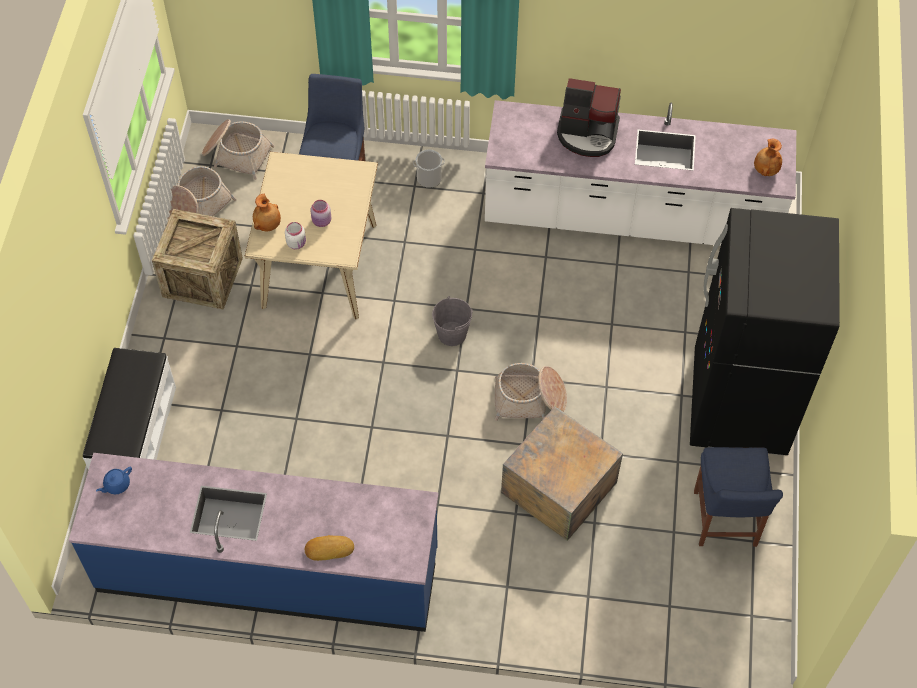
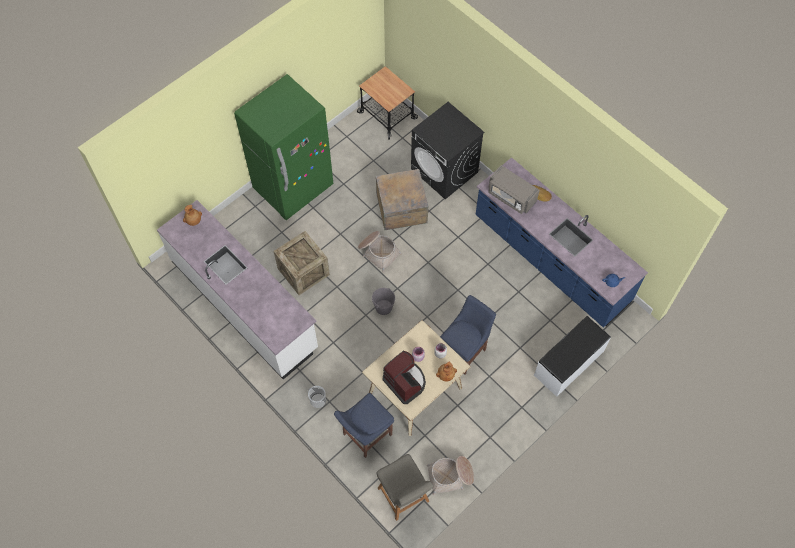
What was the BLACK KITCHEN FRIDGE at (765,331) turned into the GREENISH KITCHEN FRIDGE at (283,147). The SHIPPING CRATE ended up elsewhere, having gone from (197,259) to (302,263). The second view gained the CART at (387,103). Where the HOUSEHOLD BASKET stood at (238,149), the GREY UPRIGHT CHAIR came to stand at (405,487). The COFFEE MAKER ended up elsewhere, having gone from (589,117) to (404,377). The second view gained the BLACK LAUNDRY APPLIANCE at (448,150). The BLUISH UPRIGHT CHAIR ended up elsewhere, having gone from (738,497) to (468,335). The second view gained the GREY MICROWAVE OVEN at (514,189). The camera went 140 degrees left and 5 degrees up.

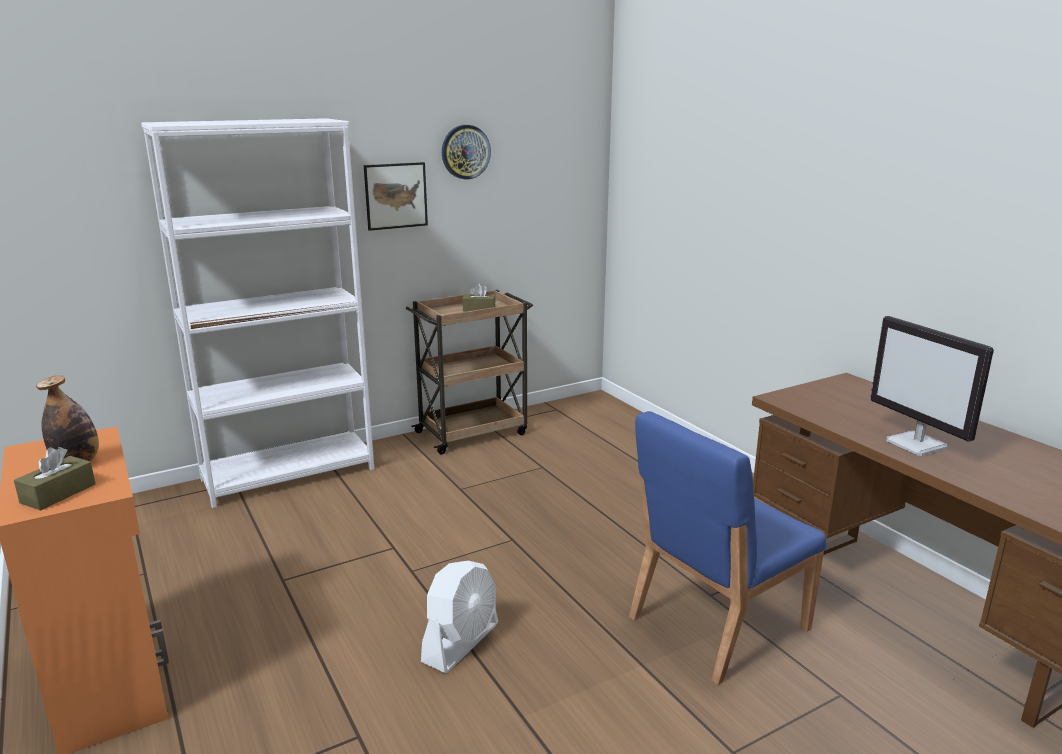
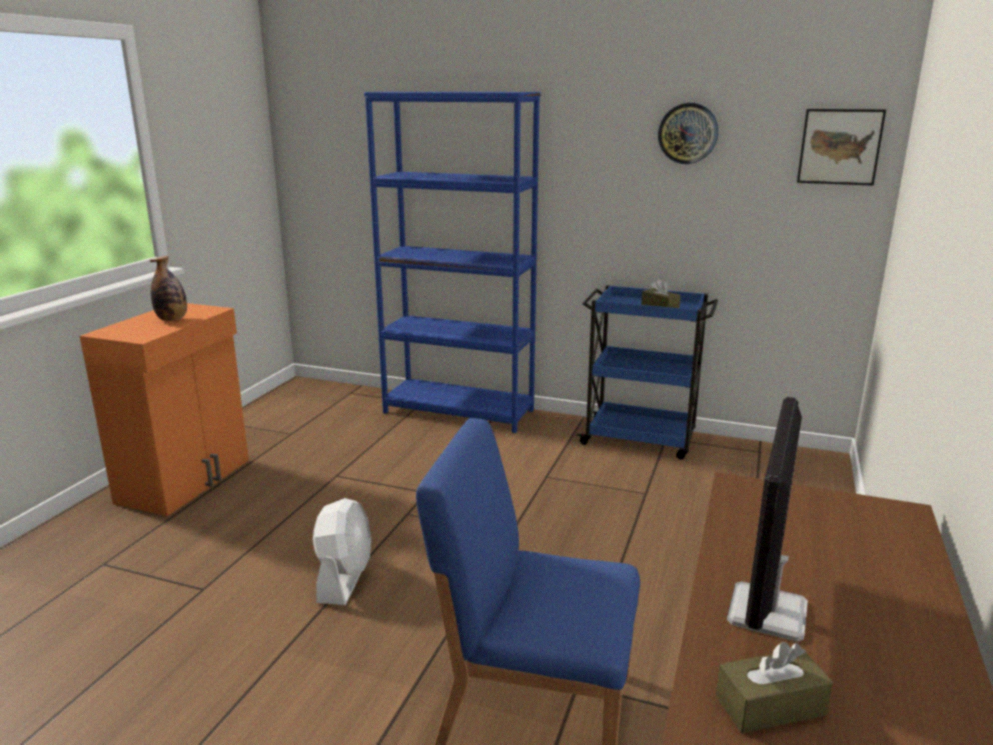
The WHITE-COLOURED COOLING FAN at (459,617) ended up facing another way, 75 degrees counterclockwise from before. What was the WHITE-COLOURED SHELVING UNIT at (257,313) turned into the BLUISH SHELVING UNIT at (452,262). What was the BROWNISH CART at (469,372) turned into the BLUISH CART at (647,372). The BROWNISH BOX OF TISSUES ended up elsewhere, having gone from (55,479) to (774,688). The WALL PICTURE ended up elsewhere, having gone from (396,196) to (841,147). The camera went 50 degrees right and 0 degrees up.

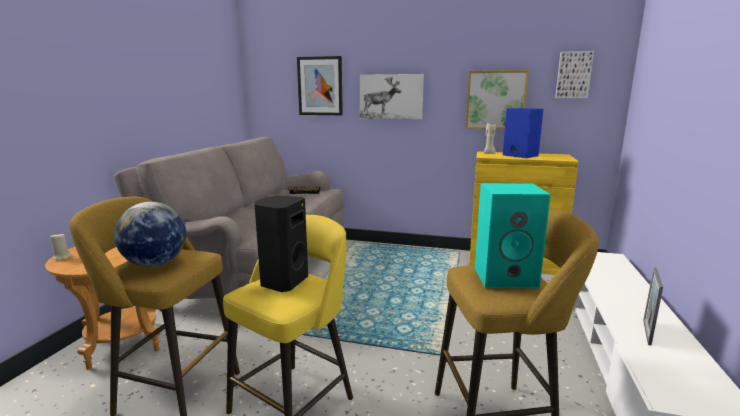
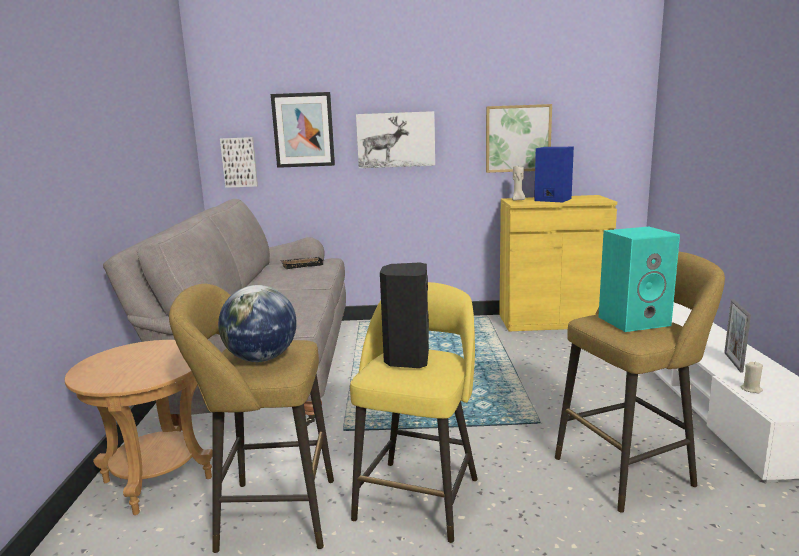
The WALL PICTURE ended up elsewhere, having gone from (574,74) to (239,162). The BEIGE-COLOURED CANDLE ended up elsewhere, having gone from (60,246) to (752,377). The camera went 15 degrees left and 0 degrees up.

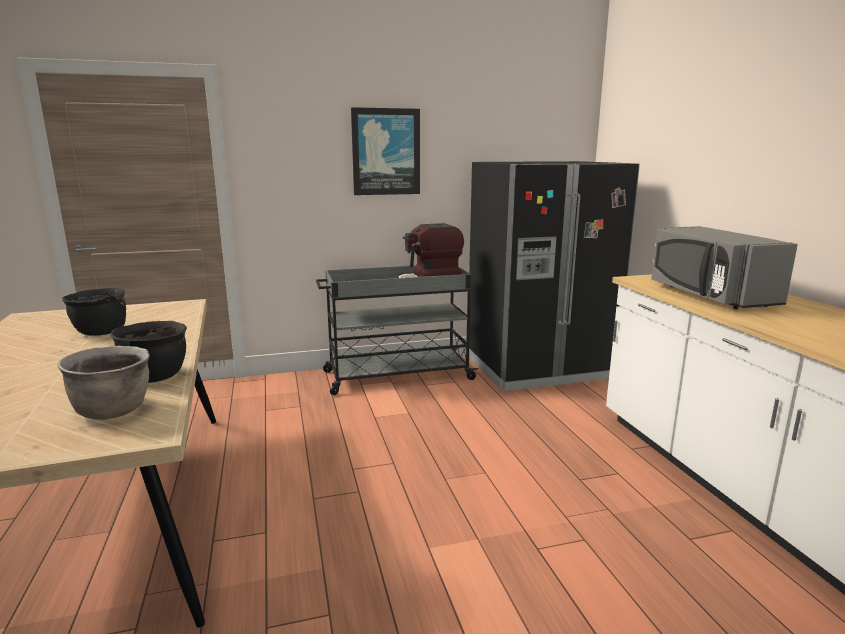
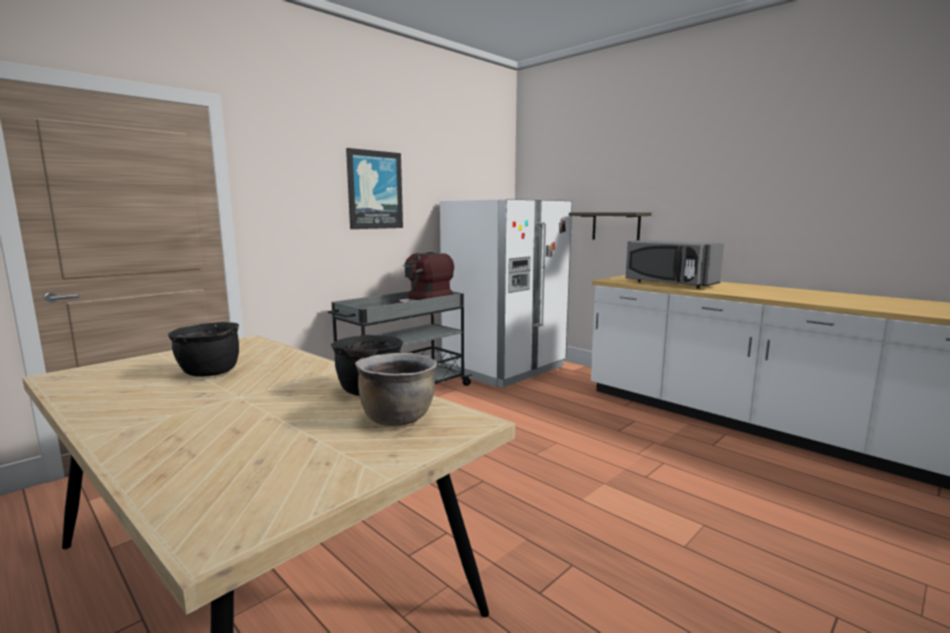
What was the BLACK KITCHEN FRIDGE at (554,276) turned into the WHITE-COLOURED KITCHEN FRIDGE at (506,293). The second view gained the BRACKET SHELF at (610,226). The camera went 30 degrees left and 5 degrees down.

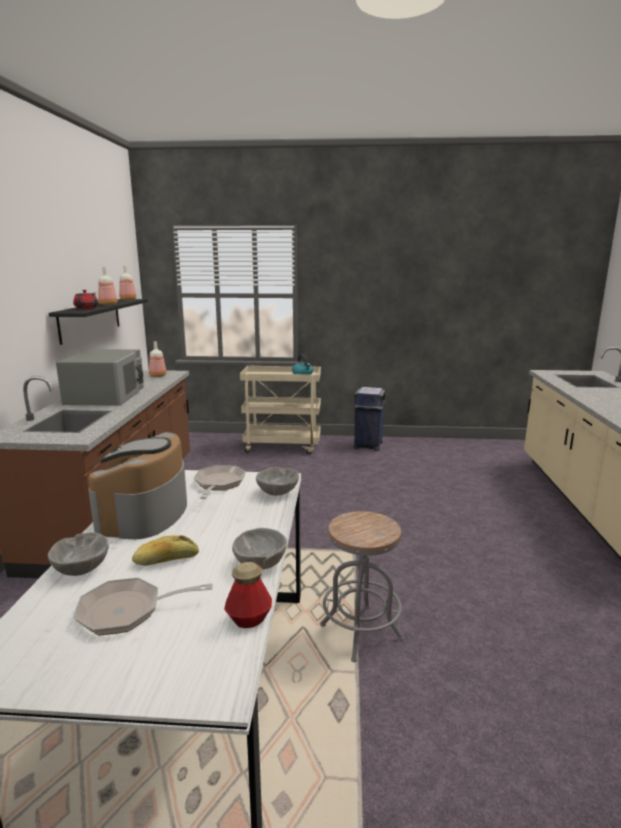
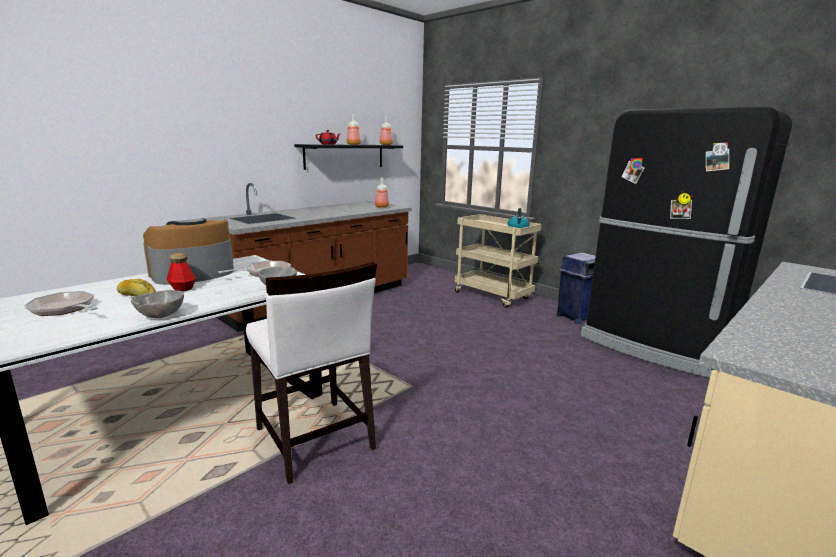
The DRINK BOTTLE ended up elsewhere, having gone from (248,595) to (181,272). Where the GREY STOOL SEAT stood at (362,586), the WHITE-COLOURED UPRIGHT CHAIR came to stand at (311,373). The second view gained the BLACK KITCHEN FRIDGE at (686,242). The second view lost the GREY BOWL at (78,554). The second view lost the GREY MICROWAVE OVEN at (100,377). The camera went 40 degrees right and 0 degrees up.

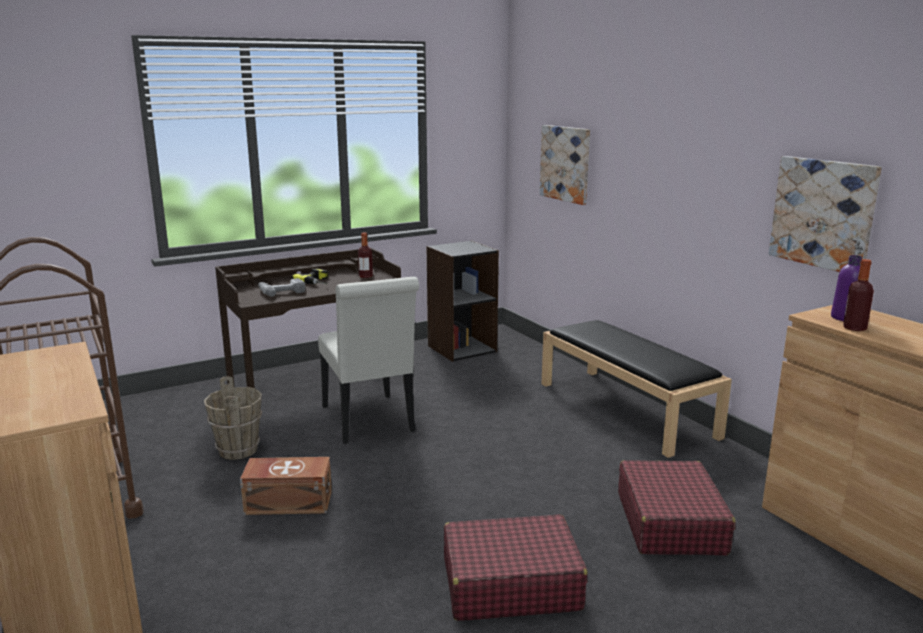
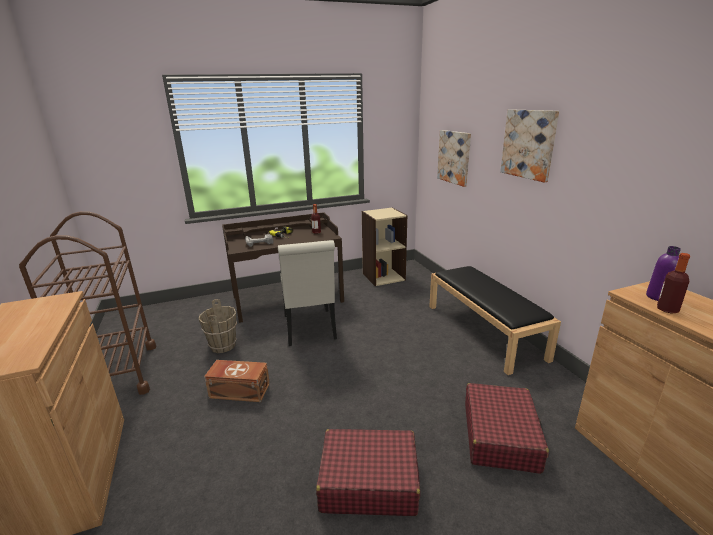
What was the BLACK SHELVING UNIT at (463,301) turned into the BEIGE-COLOURED SHELVING UNIT at (384,246). The WALL PICTURE ended up elsewhere, having gone from (825,214) to (529,145). The camera went 10 degrees right and 5 degrees up.

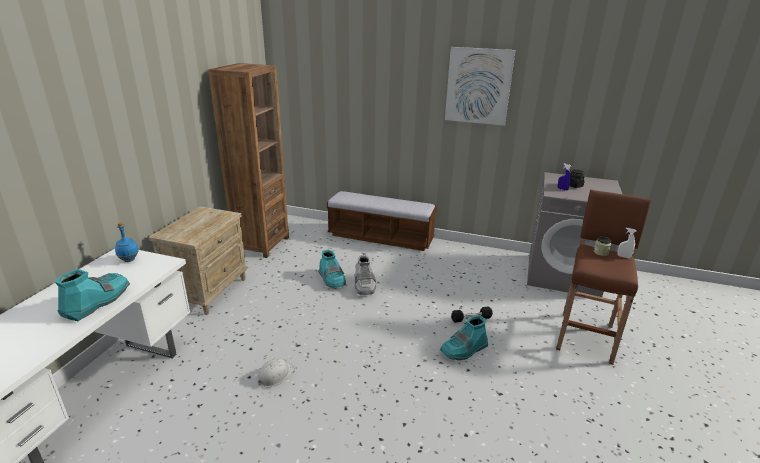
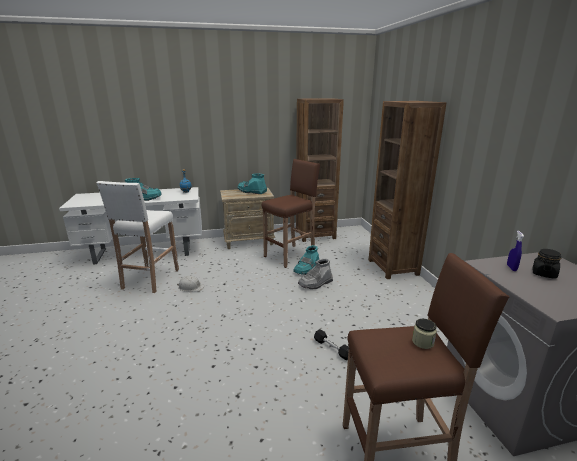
The second view gained the WHITE-COLOURED STOOL SEAT at (137,237). The TURQUOISE-COLOURED TALL BOOT ended up elsewhere, having gone from (464,337) to (252,183). The second view gained the BROWNISH STOOL SEAT at (291,213). Where the BENCH stood at (382,221), the BROWNISH SHELVING UNIT came to stand at (407,190). The second view lost the WALL PICTURE at (480,86). The second view lost the WHITE-COLOURED HAND SPRAYER at (626,243). The camera went 60 degrees right and 5 degrees down.

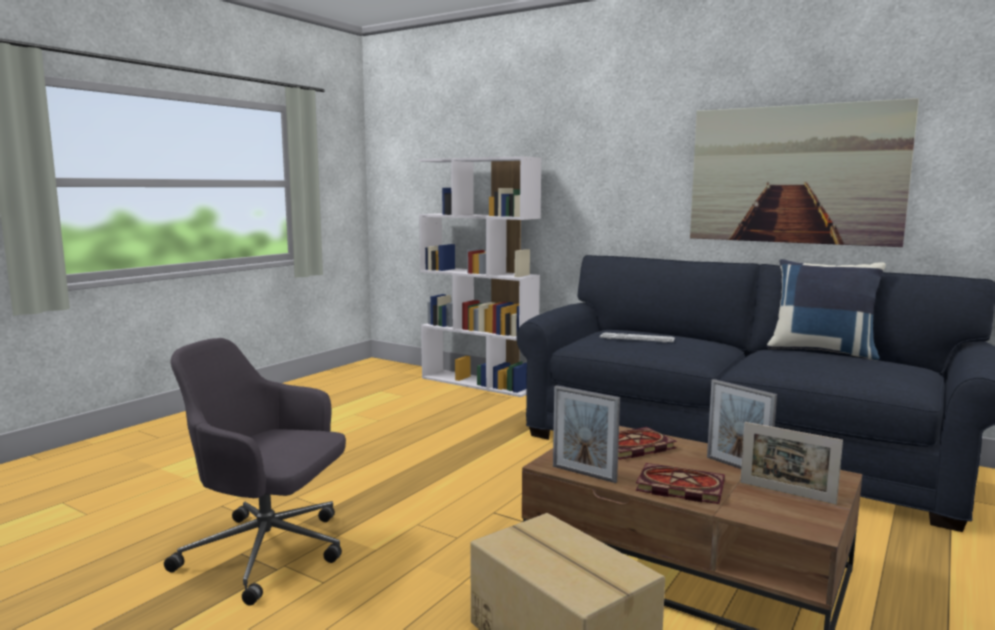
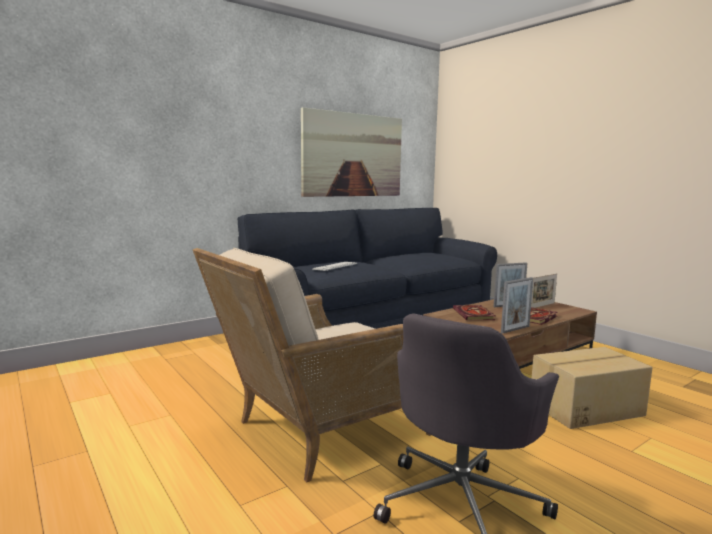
The second view gained the BEIGE-COLOURED ARMCHAIR at (312,365). The second view lost the WHITE-COLOURED SHELVING UNIT at (480,276). The second view lost the BLUISH THROW PILLOW at (826,309). The camera went 70 degrees left and 0 degrees up.

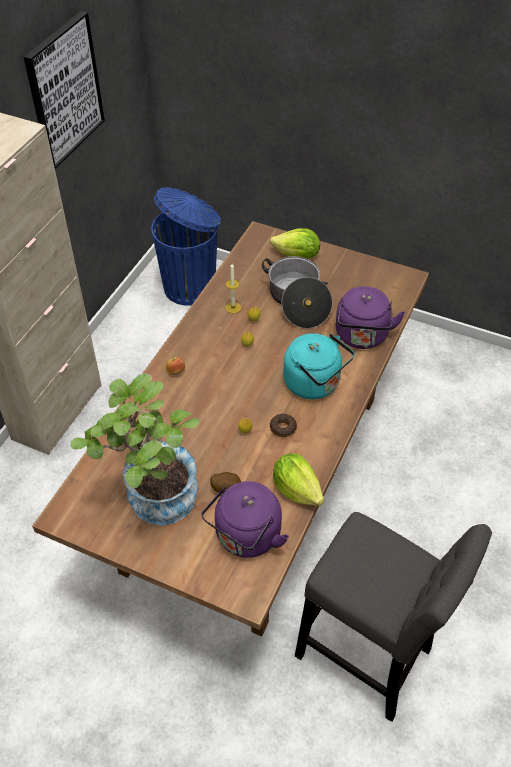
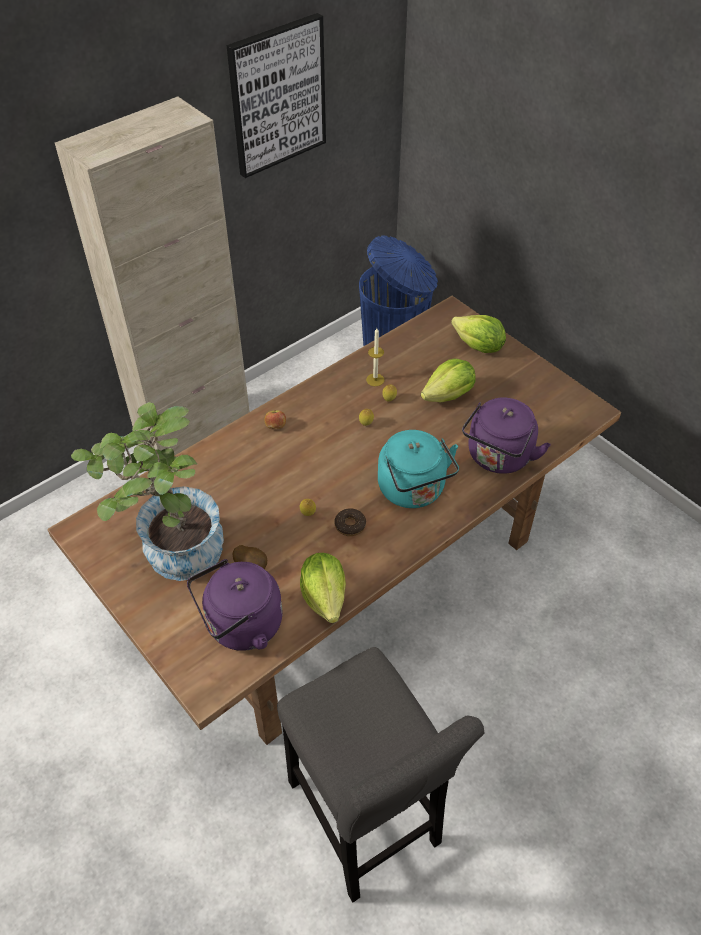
Where the STOCKPOT stood at (297,292), the HEAD OF LETTUCE came to stand at (448,381). The camera went 25 degrees right and 0 degrees up.

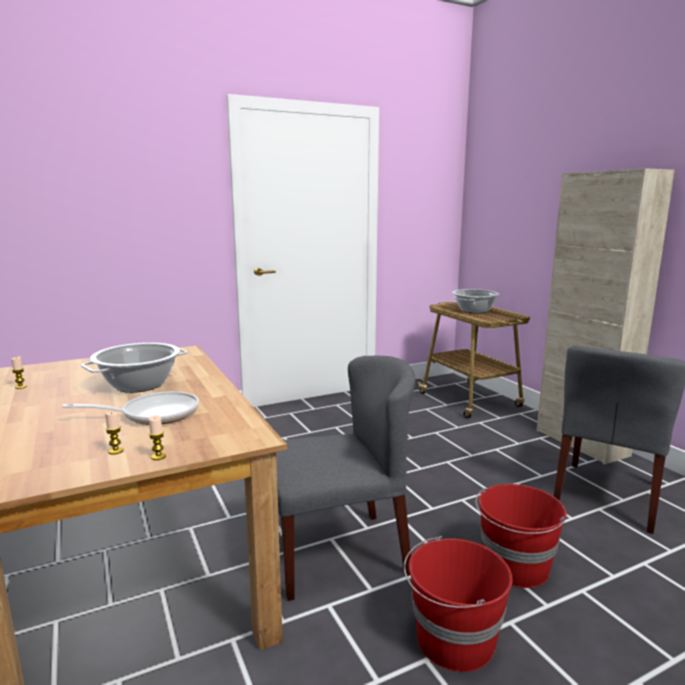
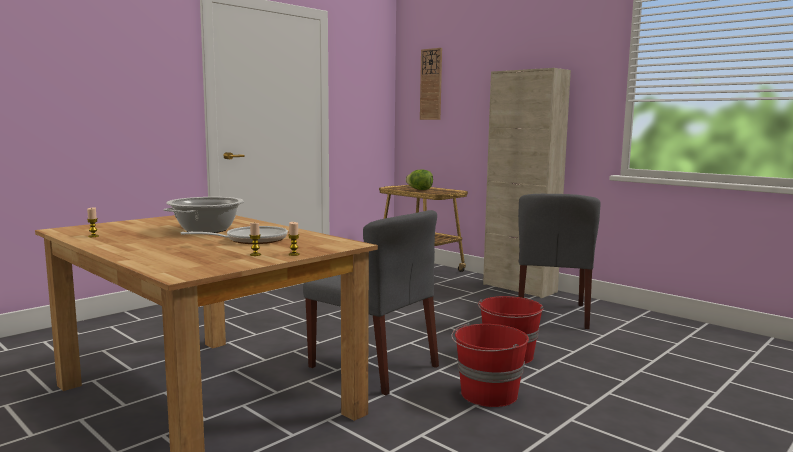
The GREY UPRIGHT CHAIR at (345,478) ended up facing another way, 75 degrees clockwise from before. Where the STOCKPOT stood at (476,301), the HEAD OF LETTUCE came to stand at (419,179). The second view gained the WALL CLOCK at (431,84). The camera went 20 degrees left and 5 degrees down.

